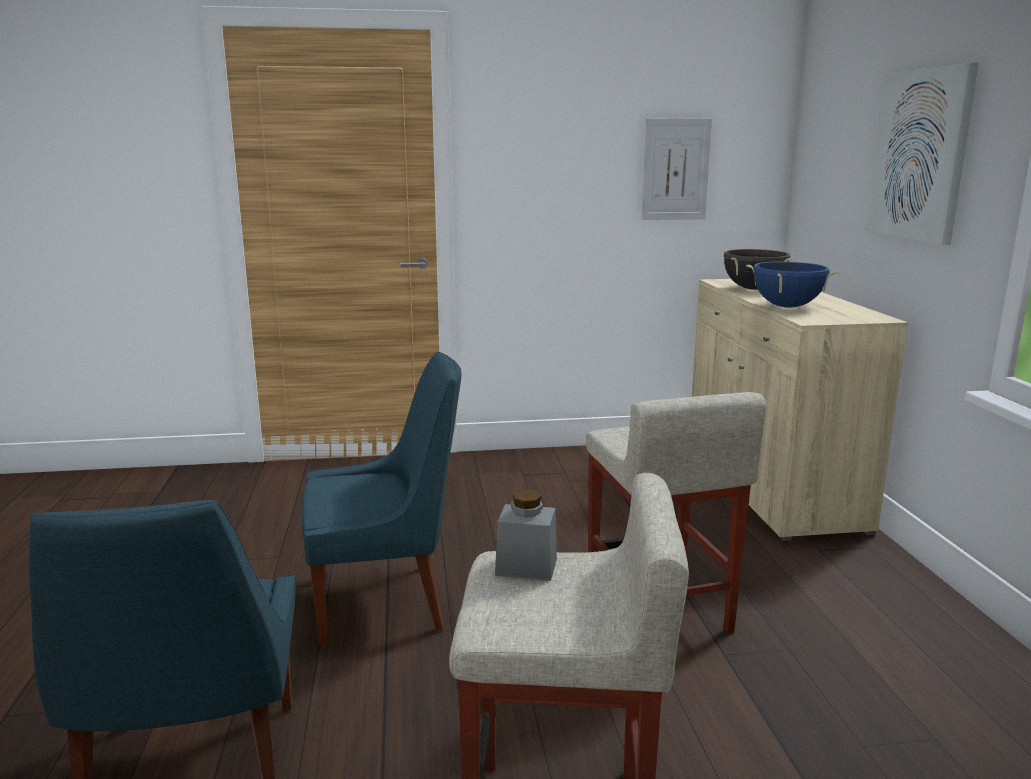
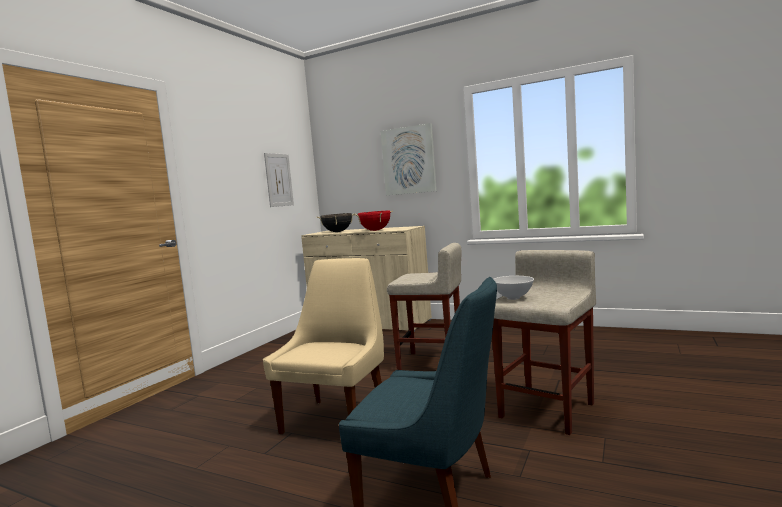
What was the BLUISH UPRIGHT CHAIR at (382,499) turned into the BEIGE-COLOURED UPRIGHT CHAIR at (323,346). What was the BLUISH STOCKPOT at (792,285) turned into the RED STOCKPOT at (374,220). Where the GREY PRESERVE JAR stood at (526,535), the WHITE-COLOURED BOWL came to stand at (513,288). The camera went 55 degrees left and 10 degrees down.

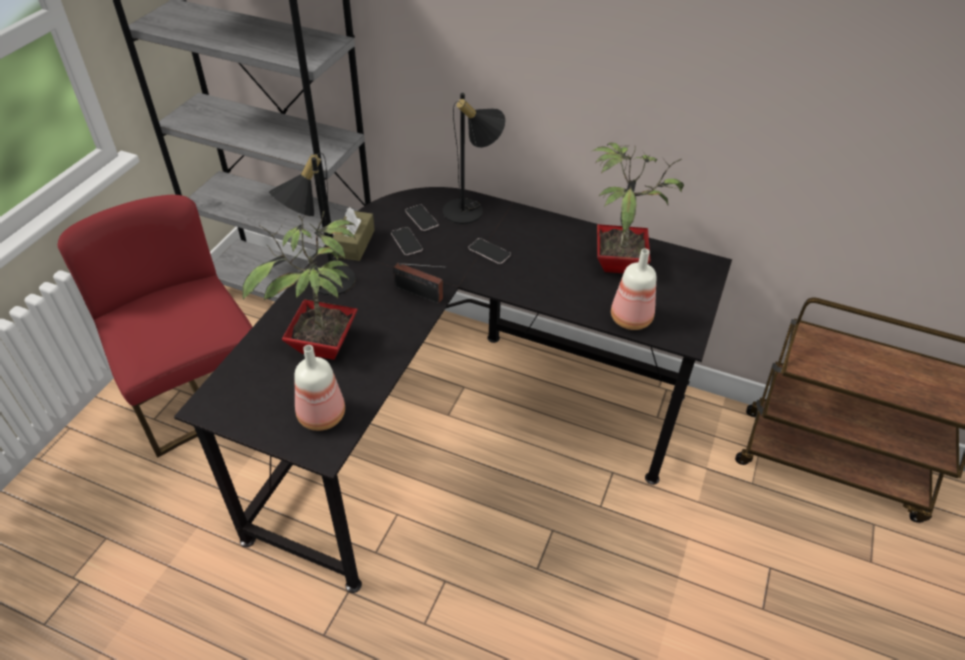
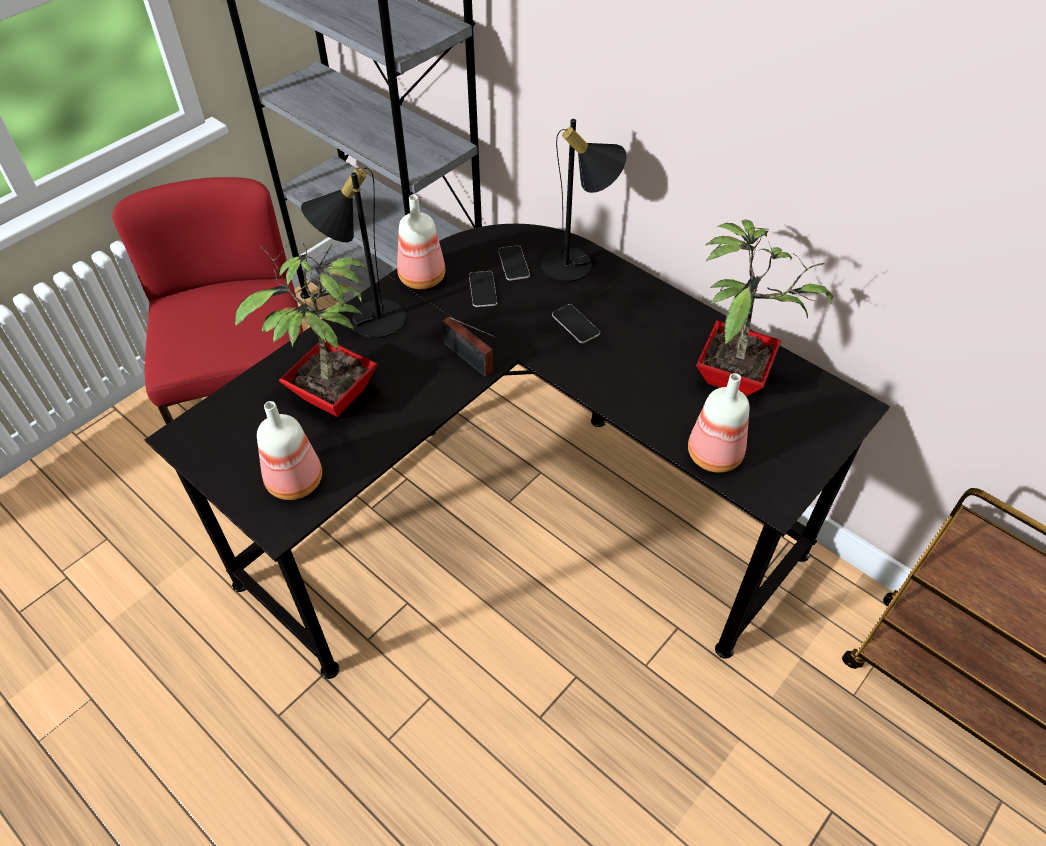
Where the BROWNISH BOX OF TISSUES stood at (354,234), the DRINK BOTTLE came to stand at (421,242). The camera went 20 degrees right and 5 degrees up.

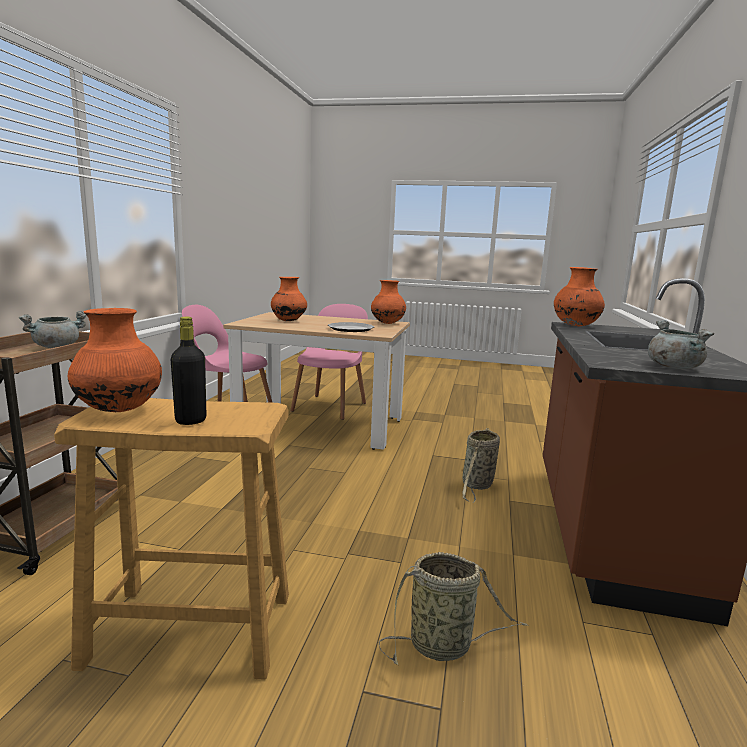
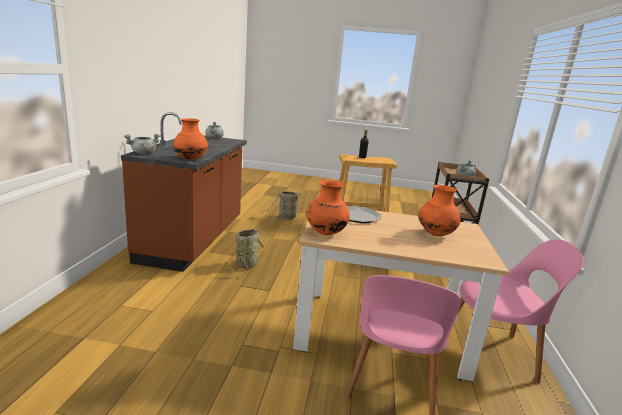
The second view gained the GREY STOCKPOT at (142,144). The second view lost the ORANGEY FLOWER VASE at (115,360). The camera went 175 degrees right and 5 degrees up.

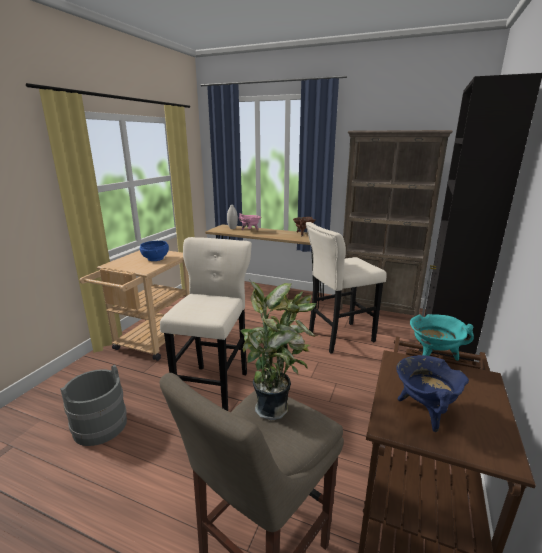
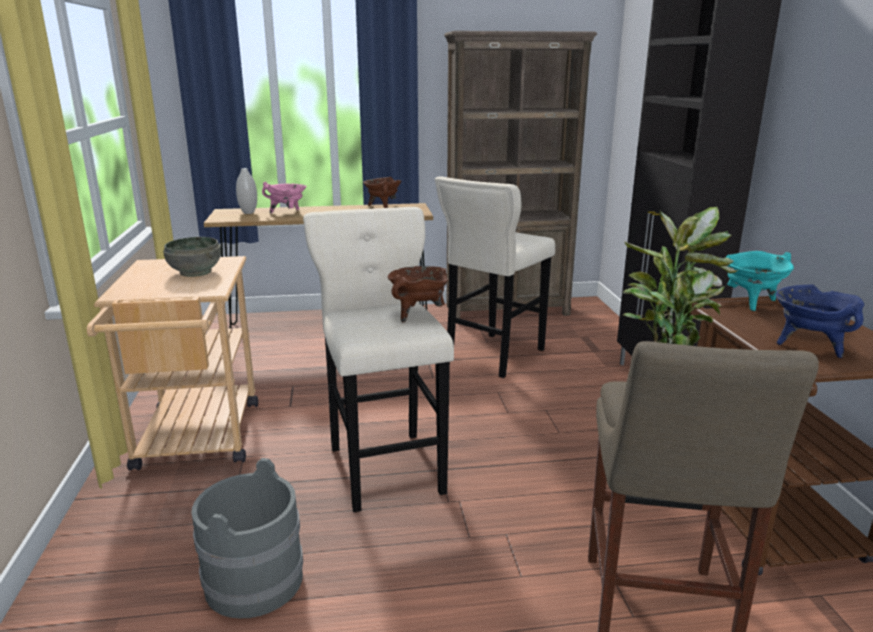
What was the BLUISH BOWL at (154,251) turned into the GREY BOWL at (192,257). The second view gained the BROWNISH STOCKPOT at (418,294). The camera went 30 degrees left and 0 degrees up.

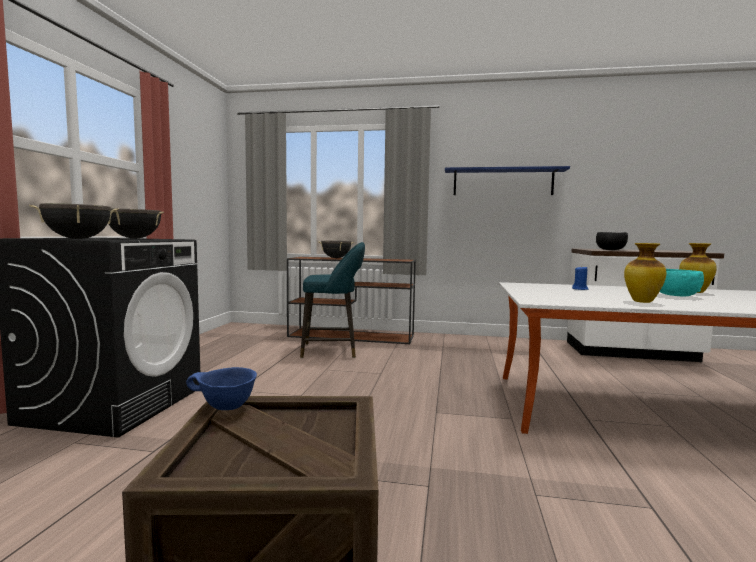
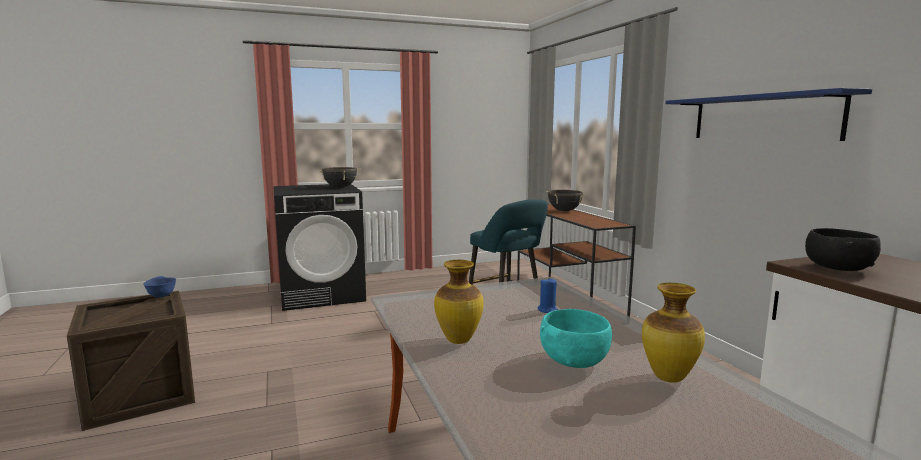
The second view lost the BLACK STOCKPOT at (74,221). The camera went 60 degrees right and 5 degrees up.

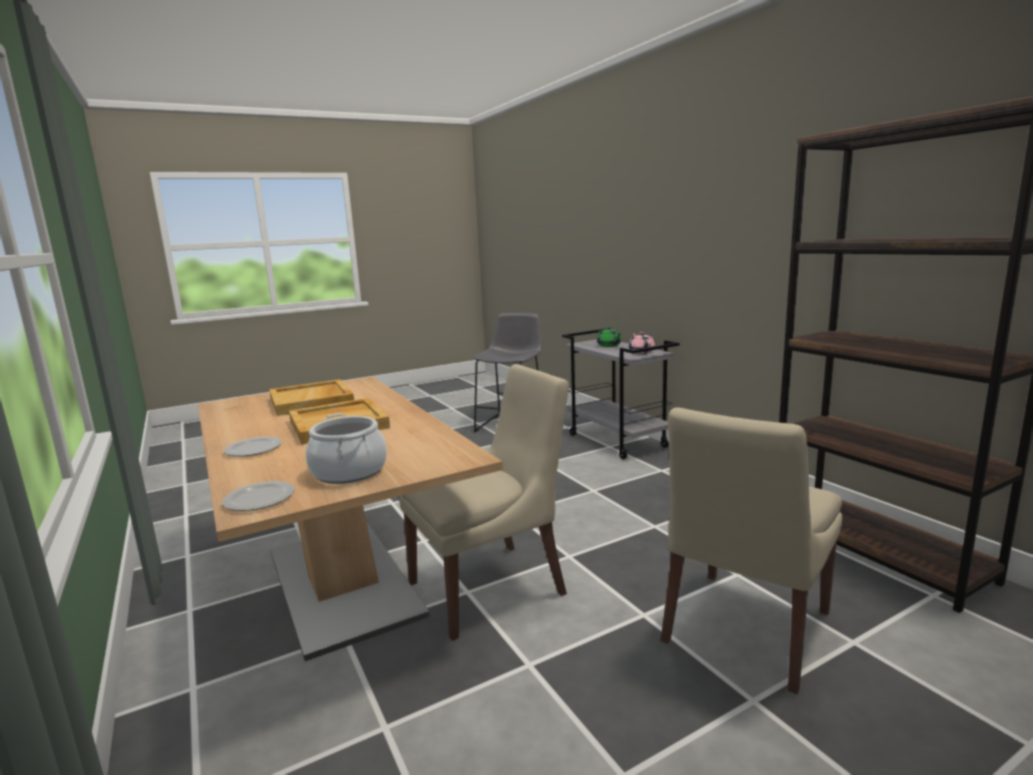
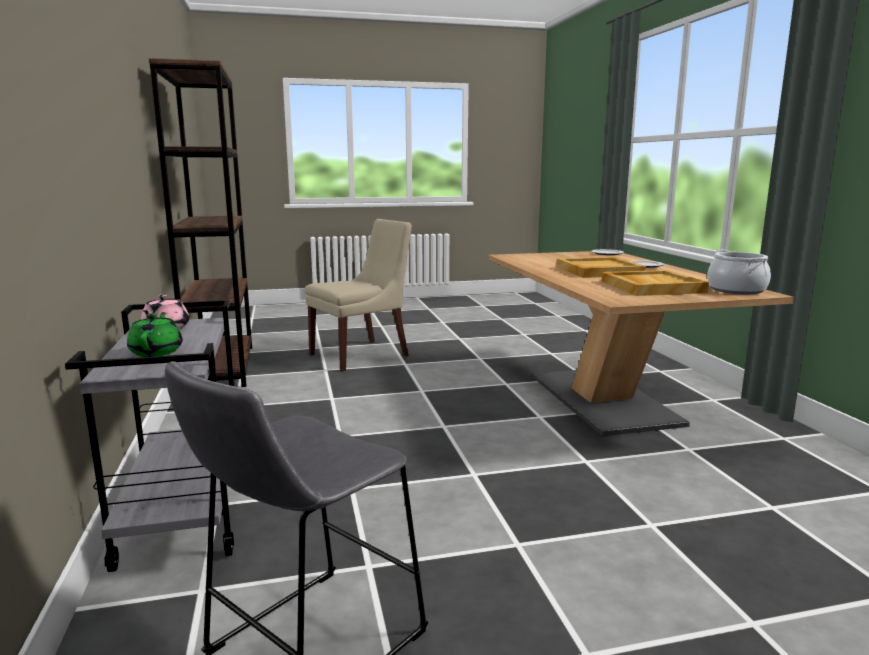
The STOCKPOT ended up elsewhere, having gone from (346,448) to (739,272). The second view lost the BEIGE-COLOURED UPRIGHT CHAIR at (484,502). The camera went 165 degrees left and 0 degrees up.

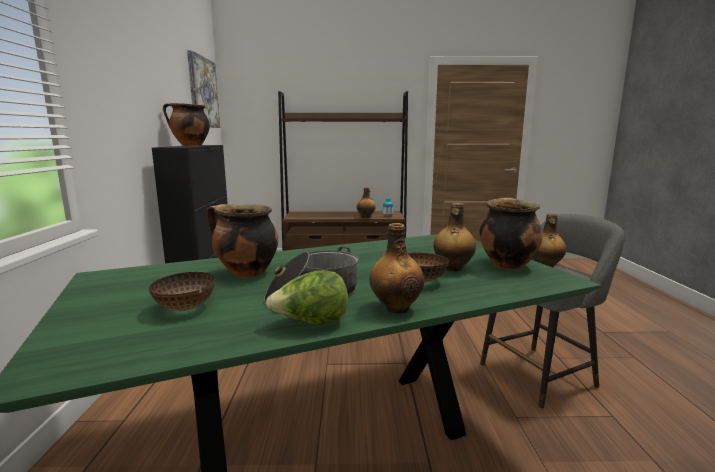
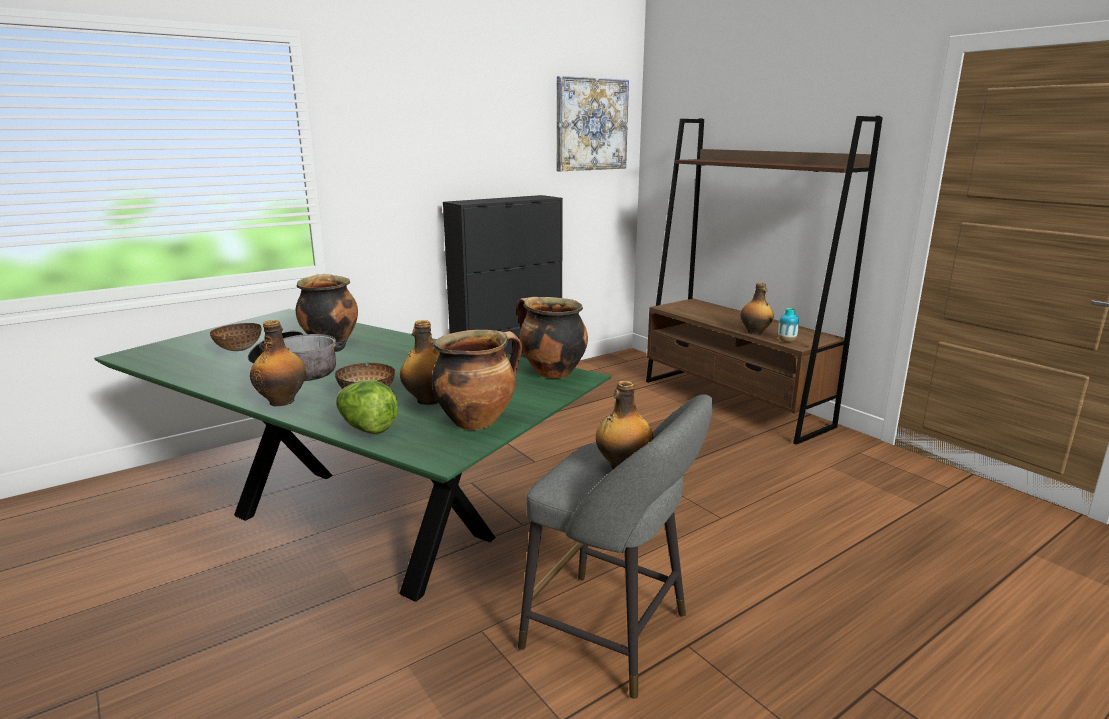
The HEAD OF LETTUCE ended up elsewhere, having gone from (307,297) to (367,407). The STOCKPOT ended up elsewhere, having gone from (186,124) to (552,337). The camera went 55 degrees right and 5 degrees up.

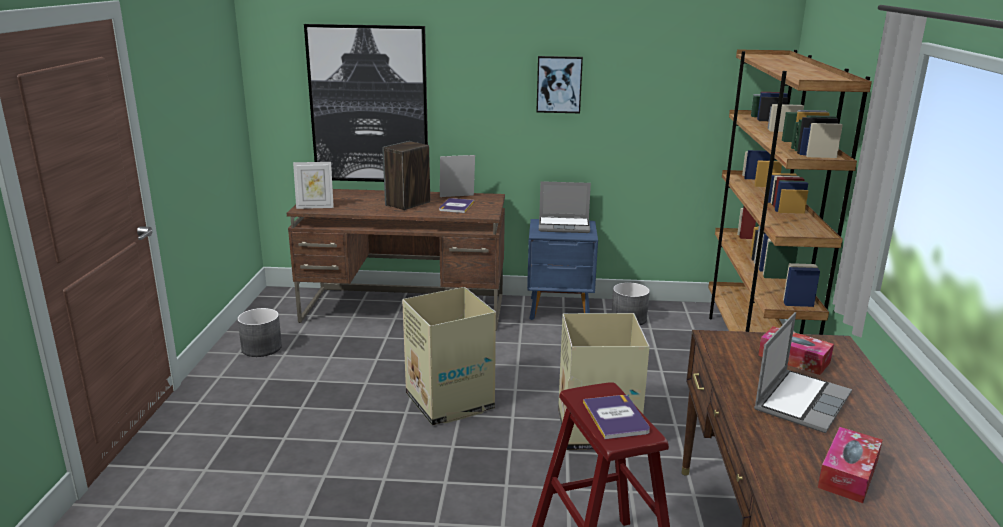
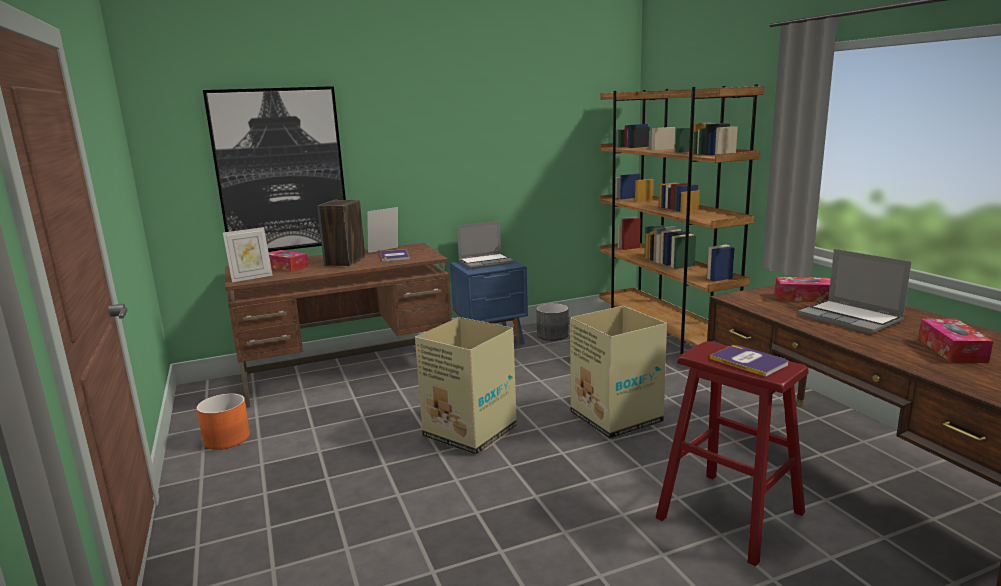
What was the GREY PLANTER at (259,332) turned into the ORANGEY PLANTER at (223,421). The second view gained the BOX OF TISSUES at (289,261). The LAPTOP at (803,372) ended up facing another way, 135 degrees clockwise from before. The second view lost the WALL PICTURE at (559,84). The camera went 25 degrees left and 5 degrees down.

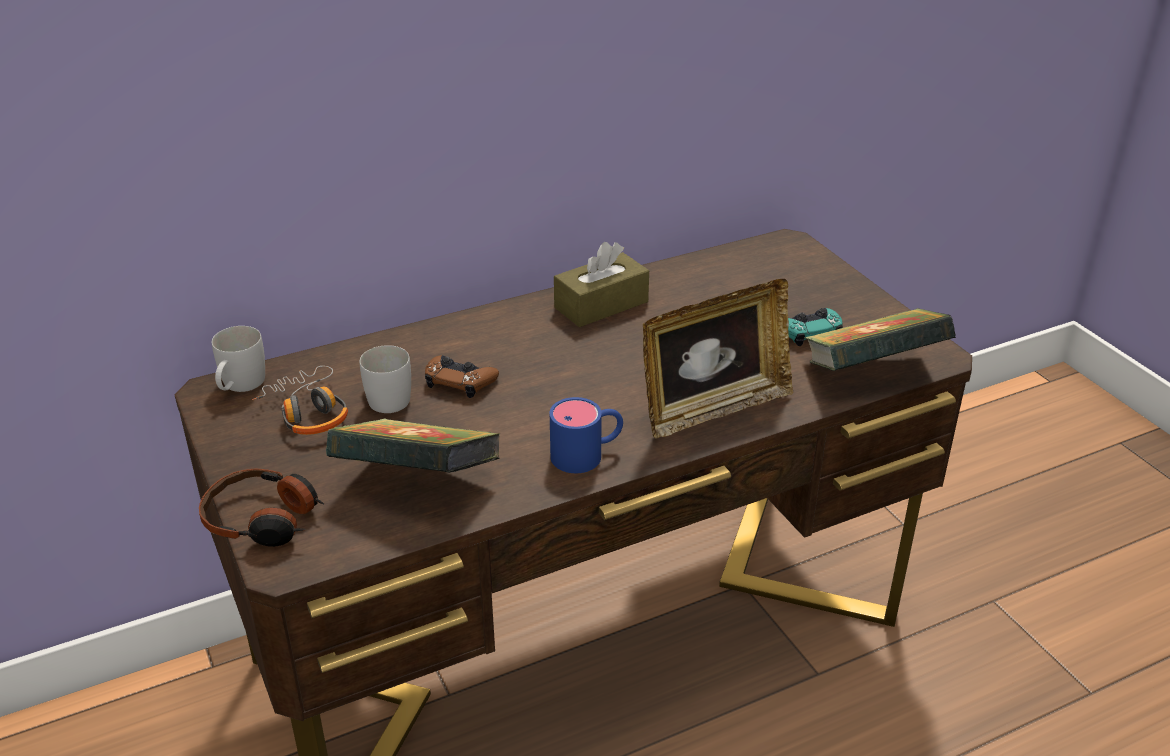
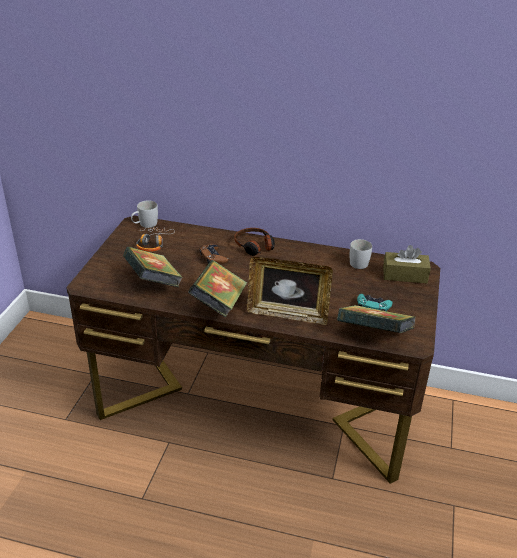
Where the BLUISH MUG stood at (586,435), the BOUND BOOK came to stand at (217,289). The HEADPHONES ended up elsewhere, having gone from (261,507) to (255,242). The WHITE-COLOURED MUG ended up elsewhere, having gone from (385,379) to (361,254). The BROWNISH BOX OF TISSUES ended up elsewhere, having gone from (601,284) to (407,264). The camera went 40 degrees right and 0 degrees up.

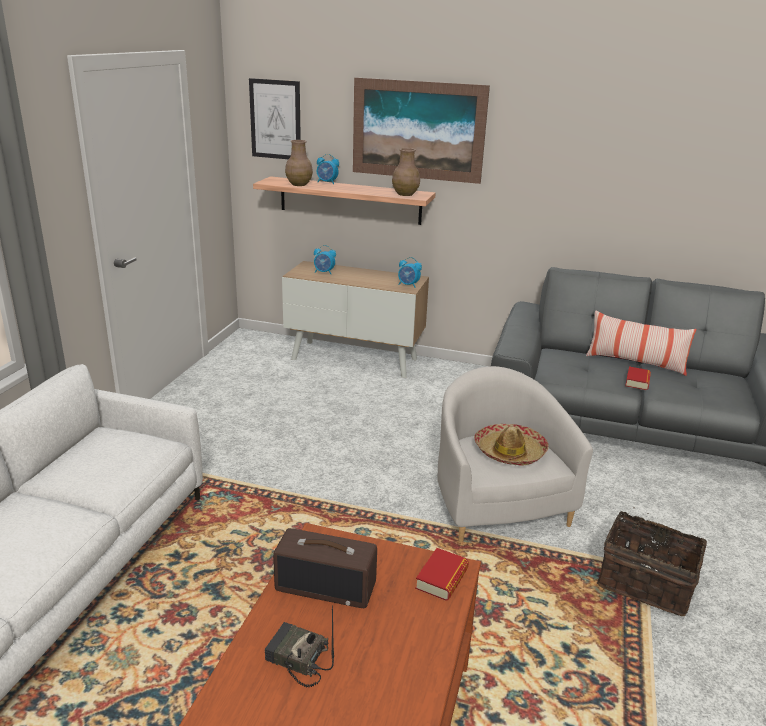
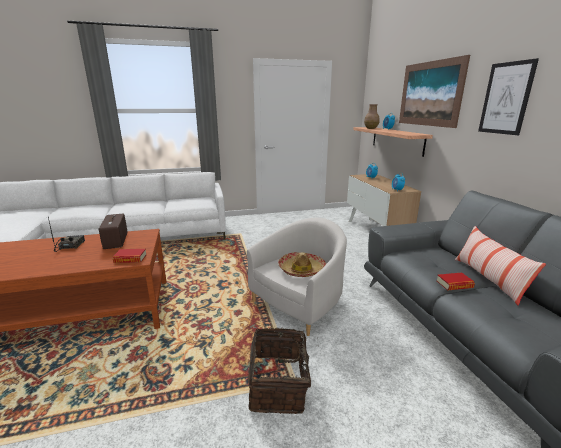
The WALL PICTURE ended up elsewhere, having gone from (275,118) to (508,96). The second view lost the BROWNISH FLOWER VASE at (406,172). The camera went 60 degrees right and 5 degrees down.

